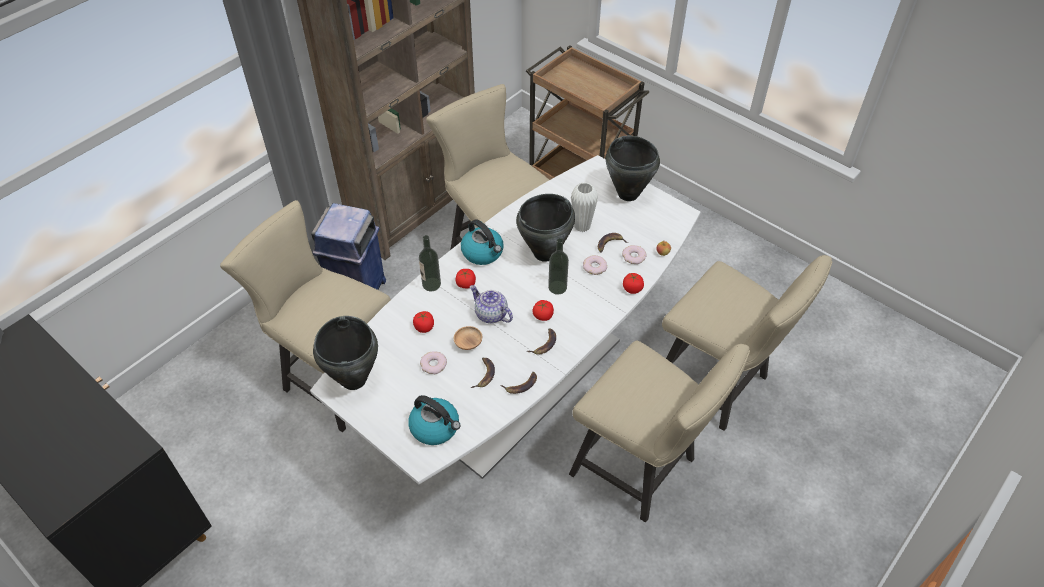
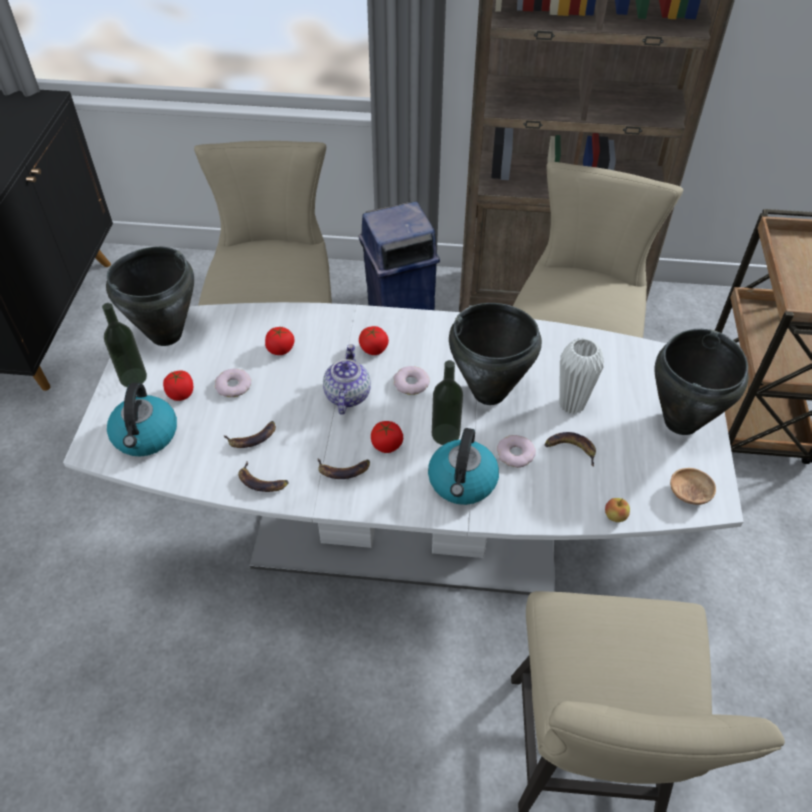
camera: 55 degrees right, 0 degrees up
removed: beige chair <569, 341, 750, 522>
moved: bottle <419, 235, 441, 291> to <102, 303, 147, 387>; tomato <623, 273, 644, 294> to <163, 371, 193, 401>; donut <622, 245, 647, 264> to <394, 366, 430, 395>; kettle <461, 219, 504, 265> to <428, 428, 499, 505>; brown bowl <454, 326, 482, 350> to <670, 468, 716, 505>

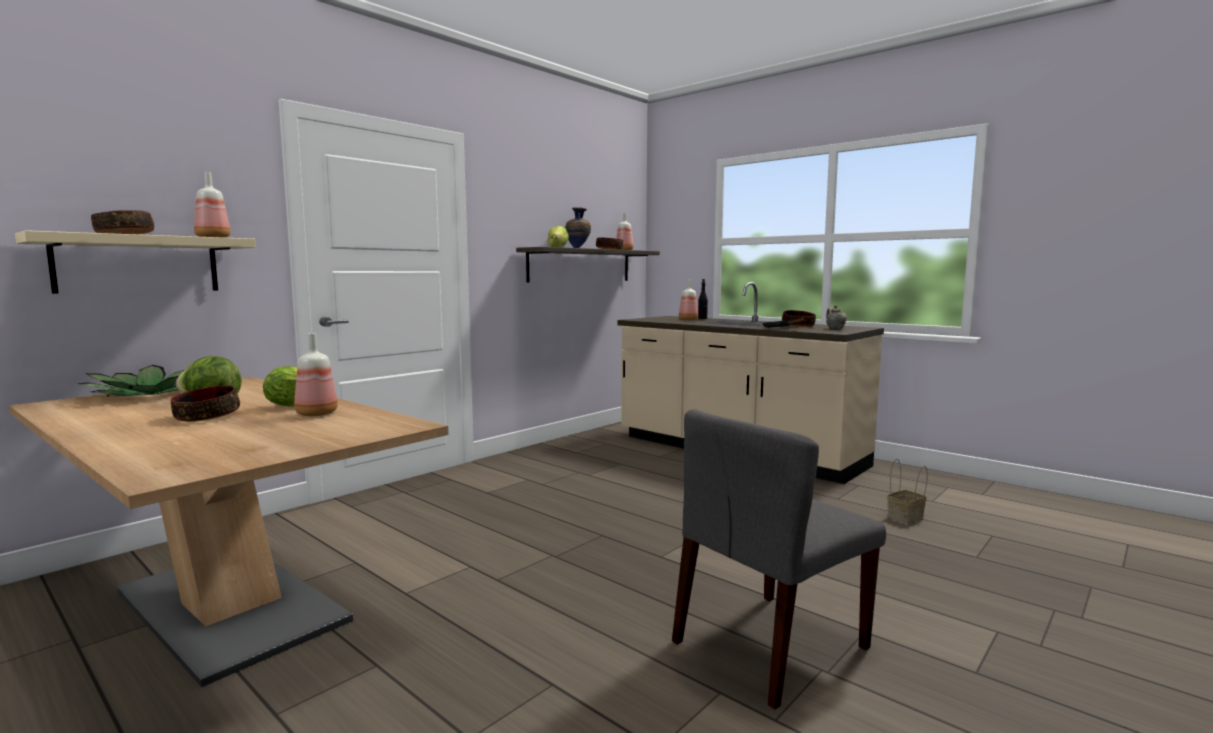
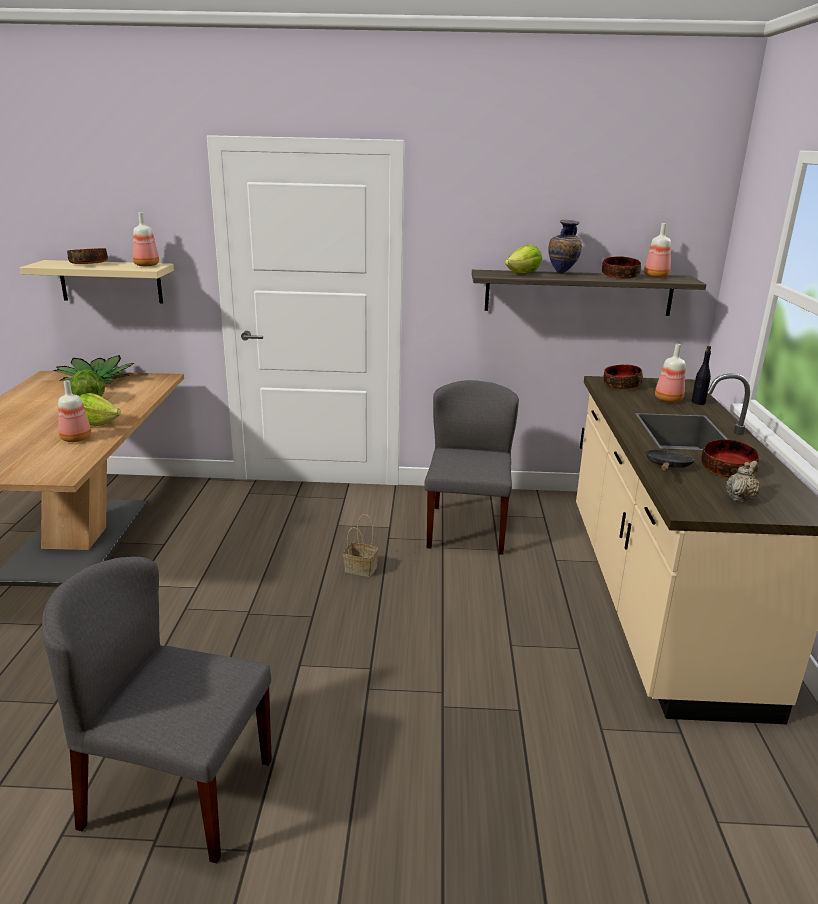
camera: 50 degrees right, 15 degrees up
added: grey chair <424, 380, 519, 555>
moved: basket <887, 459, 928, 524> to <343, 514, 378, 577>; bowl <171, 386, 240, 422> to <603, 365, 643, 389>

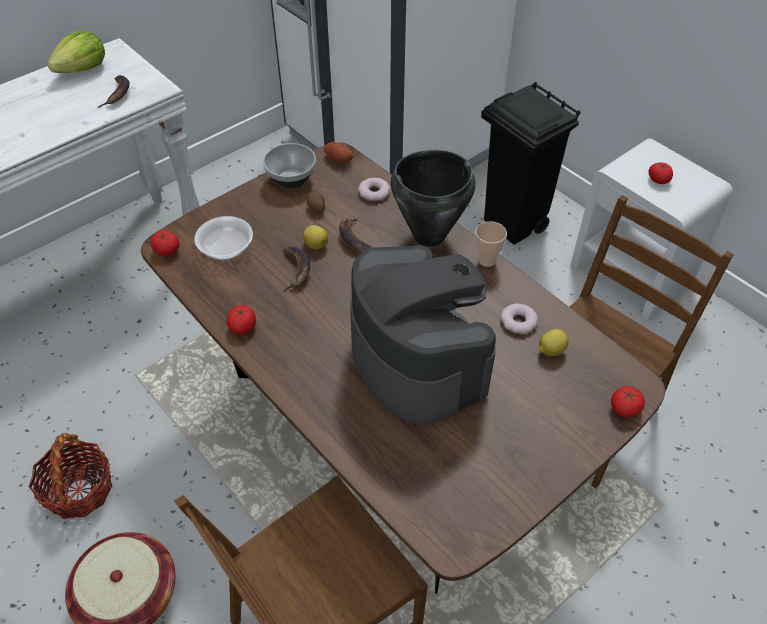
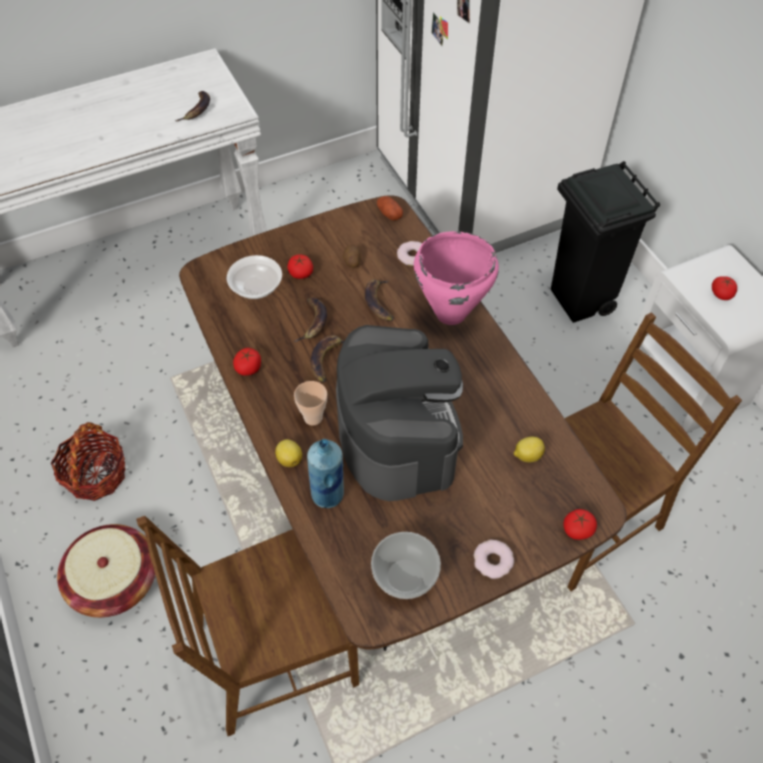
camera: 15 degrees right, 5 degrees up
removed: lettuce <47, 31, 105, 73>
added: blue bottle <307, 439, 344, 508>; banana <311, 335, 344, 383>
moved: lemon <303, 225, 328, 249> to <275, 439, 302, 467>; tomato <151, 230, 179, 256> to <287, 254, 313, 279>; cup <475, 221, 507, 267> to <294, 381, 327, 426>; bowl <263, 143, 316, 189> to <371, 532, 441, 599>; donut <500, 304, 538, 334> to <474, 540, 514, 579>
recoloured: black cooking pot <391, 150, 476, 247> to pink cooking pot <414, 231, 499, 325>

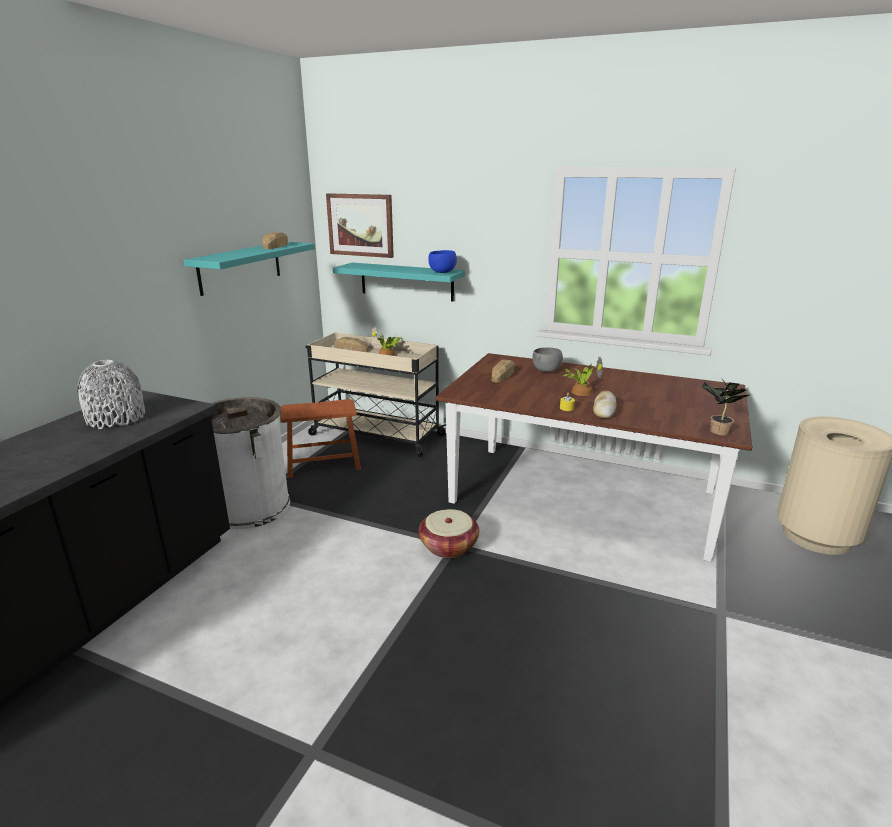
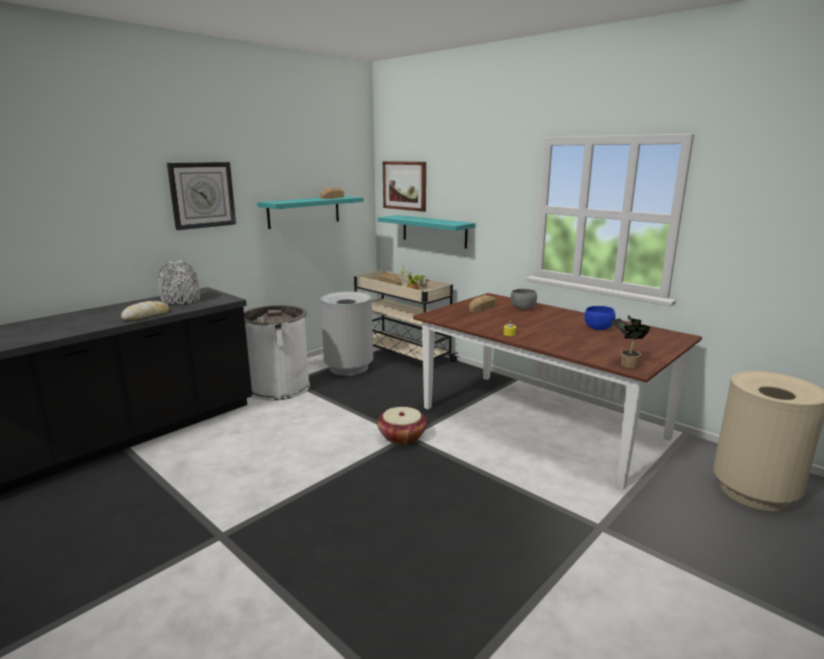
camera: 20 degrees right, 5 degrees down
removed: potted plant <563, 358, 603, 396>
added: wall clock <167, 162, 236, 230>
moved: bread <593, 391, 616, 418> to <121, 301, 169, 321>; blue bowl <428, 250, 457, 273> to <584, 306, 616, 330>
replaced: brown stool <280, 399, 361, 478> to grey trash can <320, 291, 373, 376>

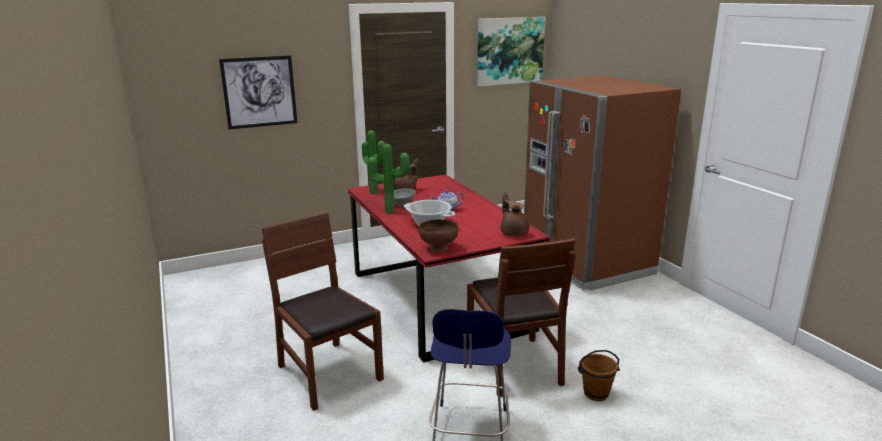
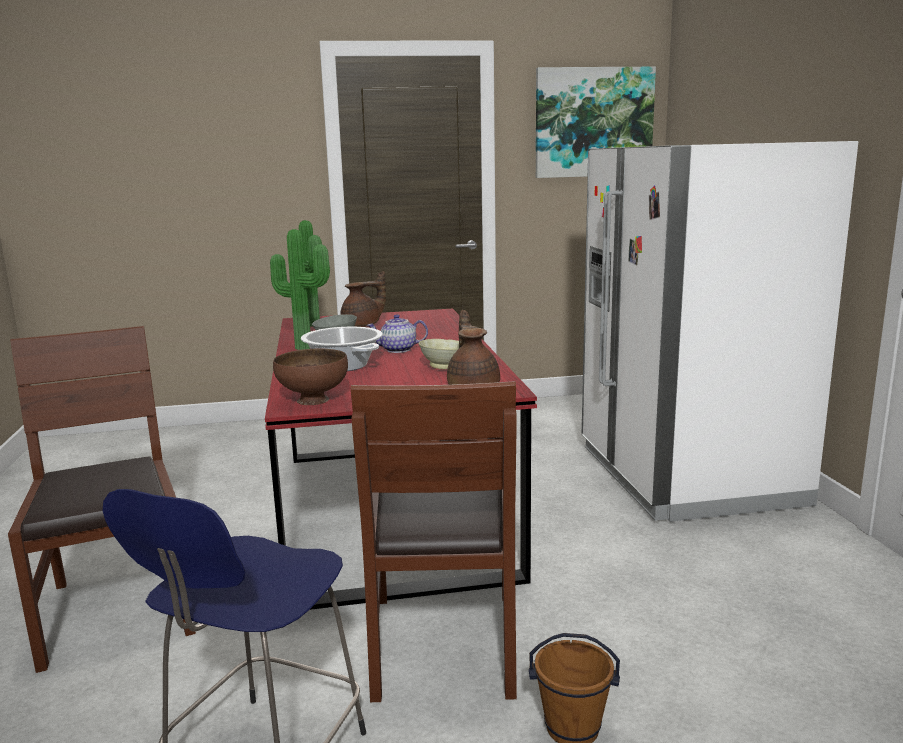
camera: 15 degrees right, 5 degrees down
removed: picture <219, 55, 297, 129>
added: beige bowl <419, 339, 459, 369>
recoloured: brown fridge <524, 75, 681, 291> to white fridge <582, 141, 858, 522>

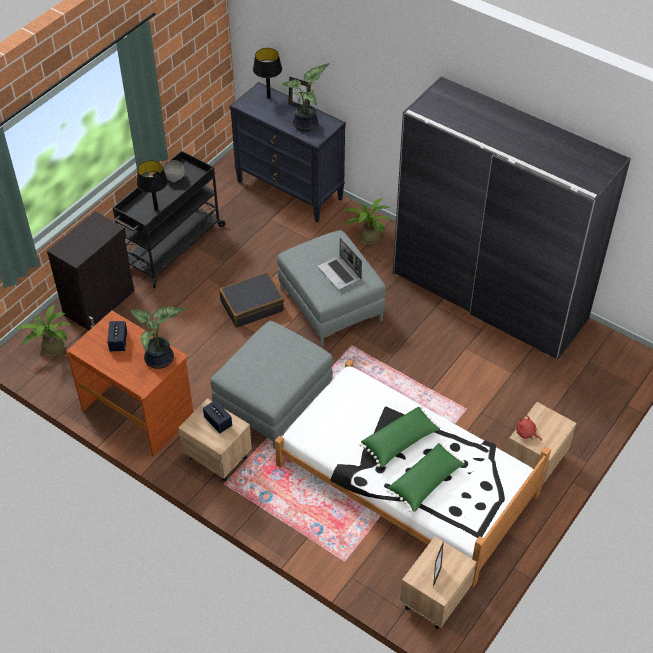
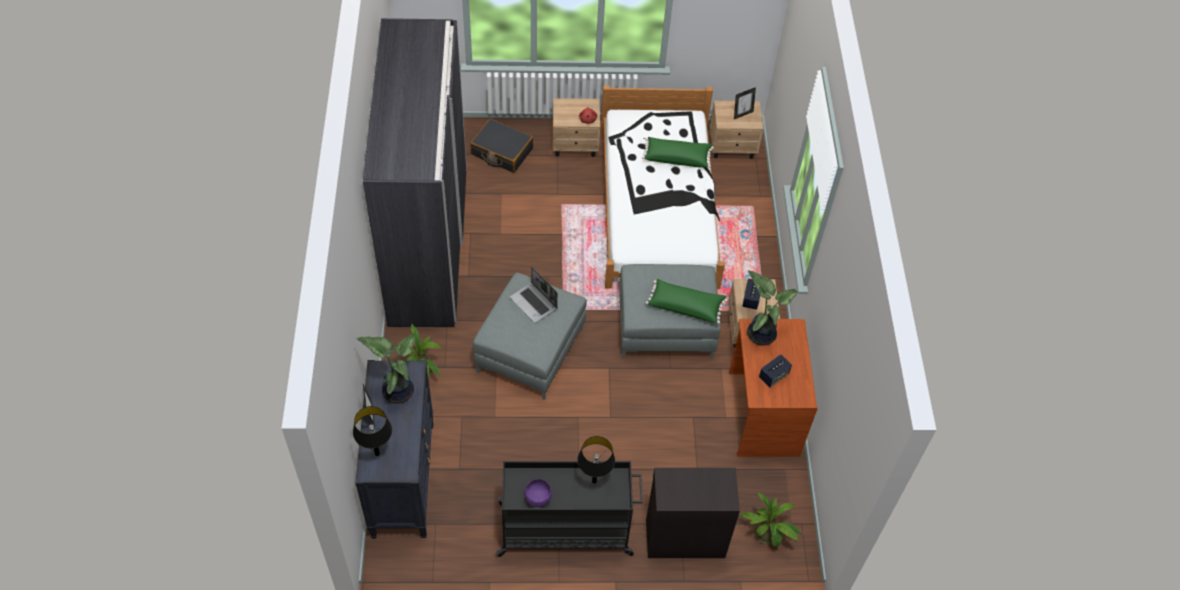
camera: 130 degrees left, 5 degrees up
moved: black suitcase <220, 272, 284, 328> to <470, 118, 533, 173>; green pillow <359, 406, 441, 467> to <646, 279, 728, 324>
recoloured: grey bowl <163, 160, 185, 182> to purple bowl <524, 479, 552, 507>
turned: laptop <318, 238, 362, 290> = <510, 267, 558, 323> 120 degrees clockwise

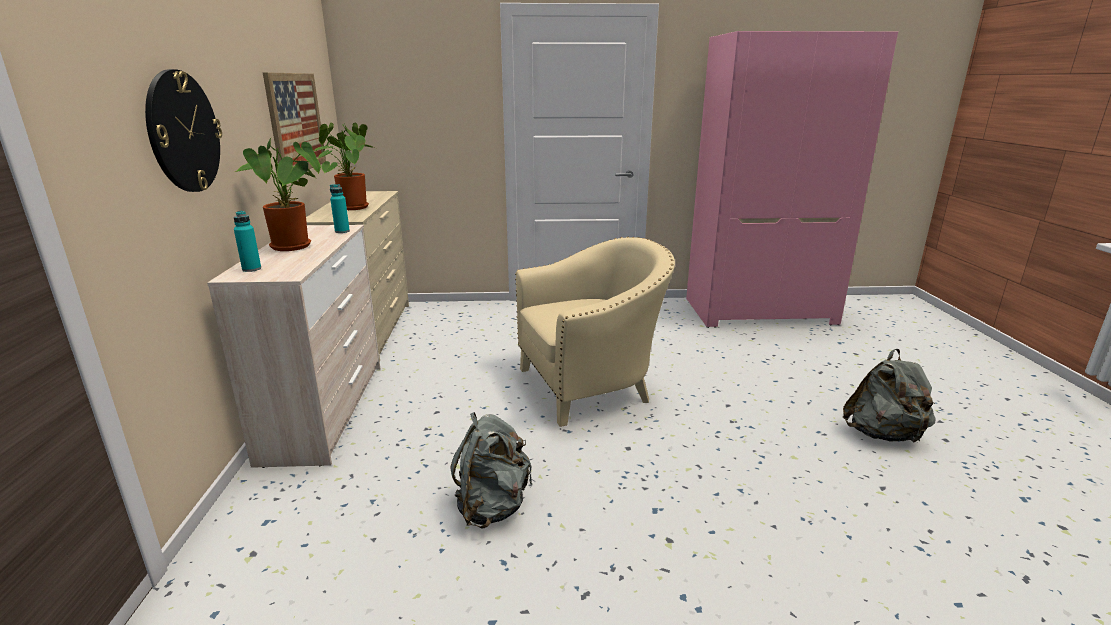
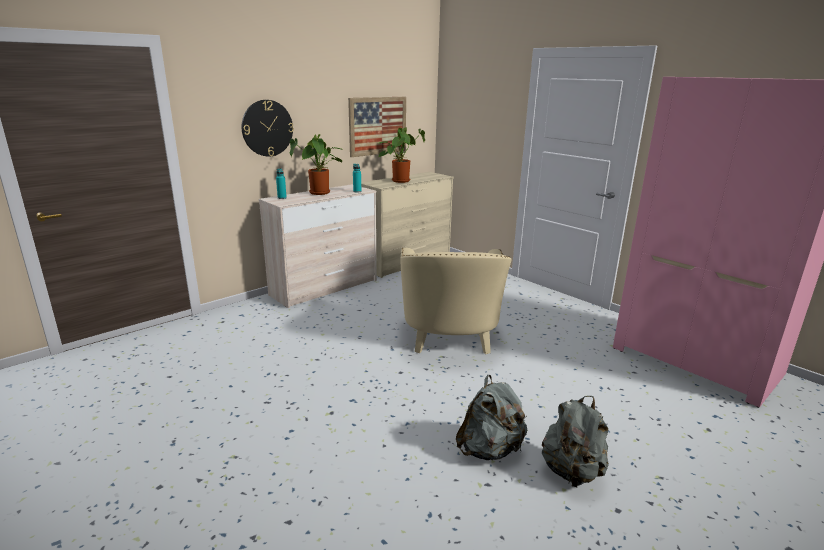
camera: 50 degrees right, 0 degrees up
moved: grey backpack <450, 412, 532, 529> to <456, 375, 527, 460>
turned: beige armchair <515, 237, 675, 427> = <401, 248, 512, 354> 60 degrees clockwise

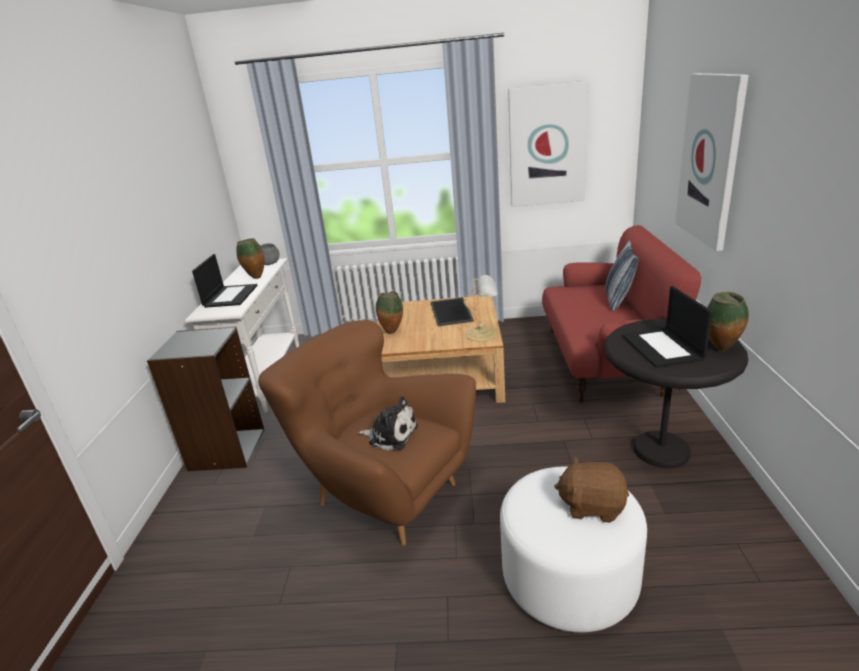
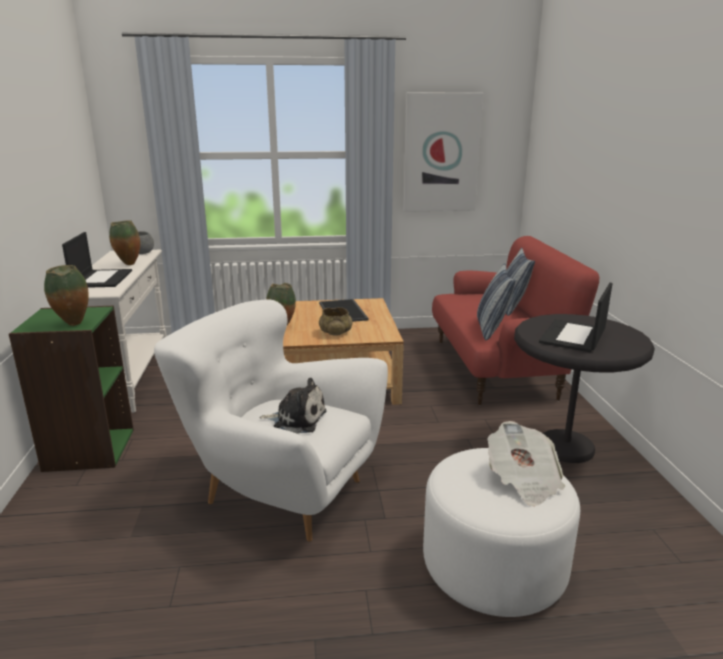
camera: 10 degrees left, 5 degrees down
removed: table lamp <464, 275, 498, 342>; picture <675, 73, 749, 251>
added: beige bowl <319, 307, 352, 336>; pillow <477, 263, 516, 341>
moved: vase <707, 292, 749, 351> to <44, 265, 89, 326>
replaced: brown plush toy <554, 457, 629, 523> to newspaper <487, 421, 565, 507>
recoloured: grey bookcase <147, 326, 264, 471> to green bookcase <9, 306, 134, 472>; brown armchair <258, 320, 476, 546> to white armchair <154, 300, 388, 542>
turned: laptop <622, 286, 713, 368> = <539, 283, 613, 352> 45 degrees clockwise

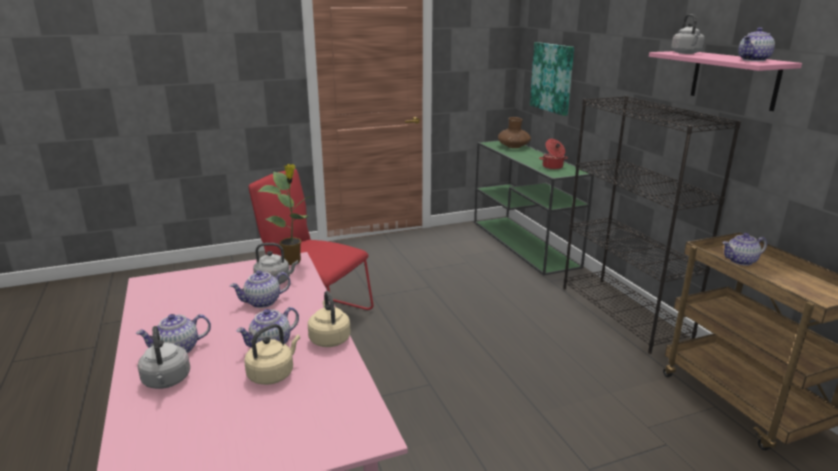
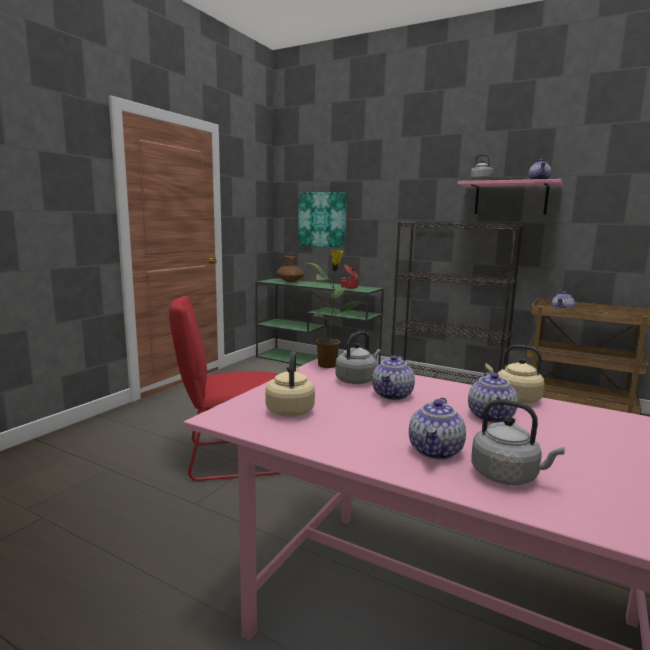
camera: 40 degrees left, 10 degrees down
moved: beige kettle <244, 324, 300, 385> to <265, 351, 315, 417>

